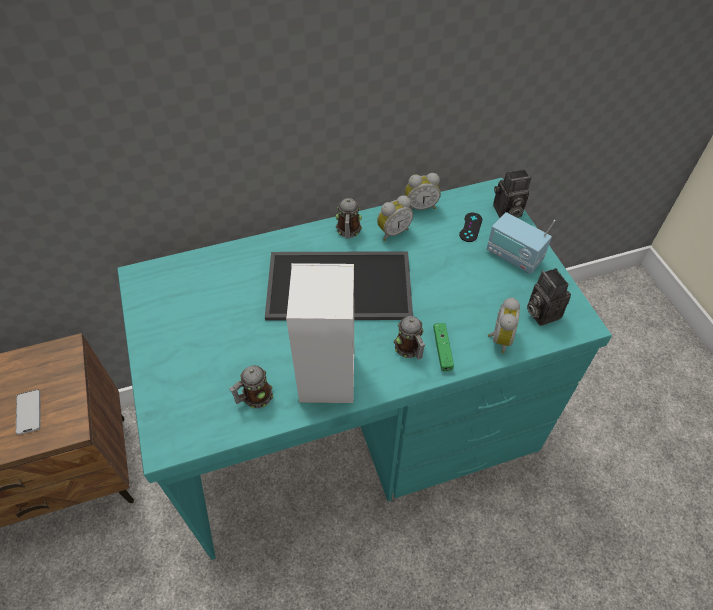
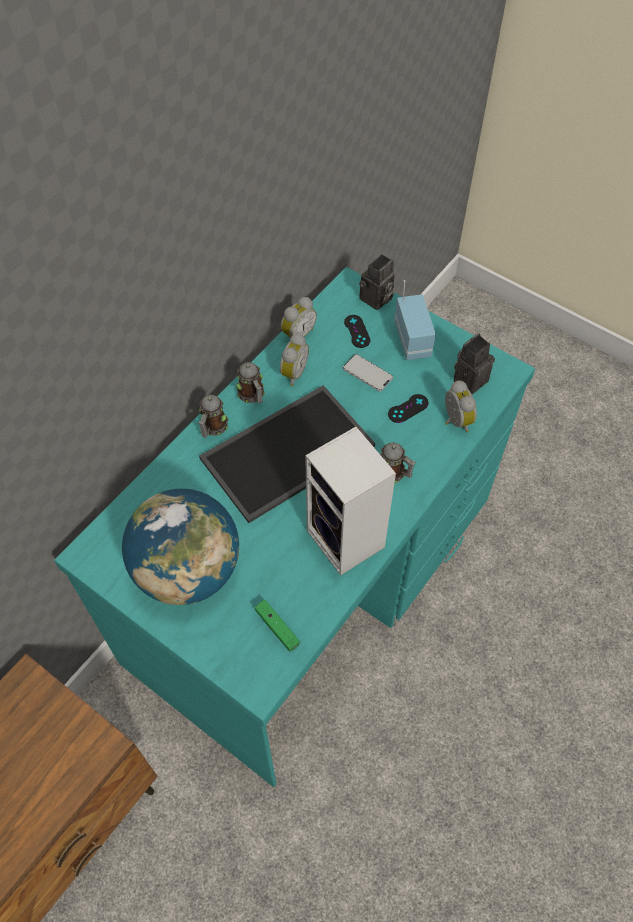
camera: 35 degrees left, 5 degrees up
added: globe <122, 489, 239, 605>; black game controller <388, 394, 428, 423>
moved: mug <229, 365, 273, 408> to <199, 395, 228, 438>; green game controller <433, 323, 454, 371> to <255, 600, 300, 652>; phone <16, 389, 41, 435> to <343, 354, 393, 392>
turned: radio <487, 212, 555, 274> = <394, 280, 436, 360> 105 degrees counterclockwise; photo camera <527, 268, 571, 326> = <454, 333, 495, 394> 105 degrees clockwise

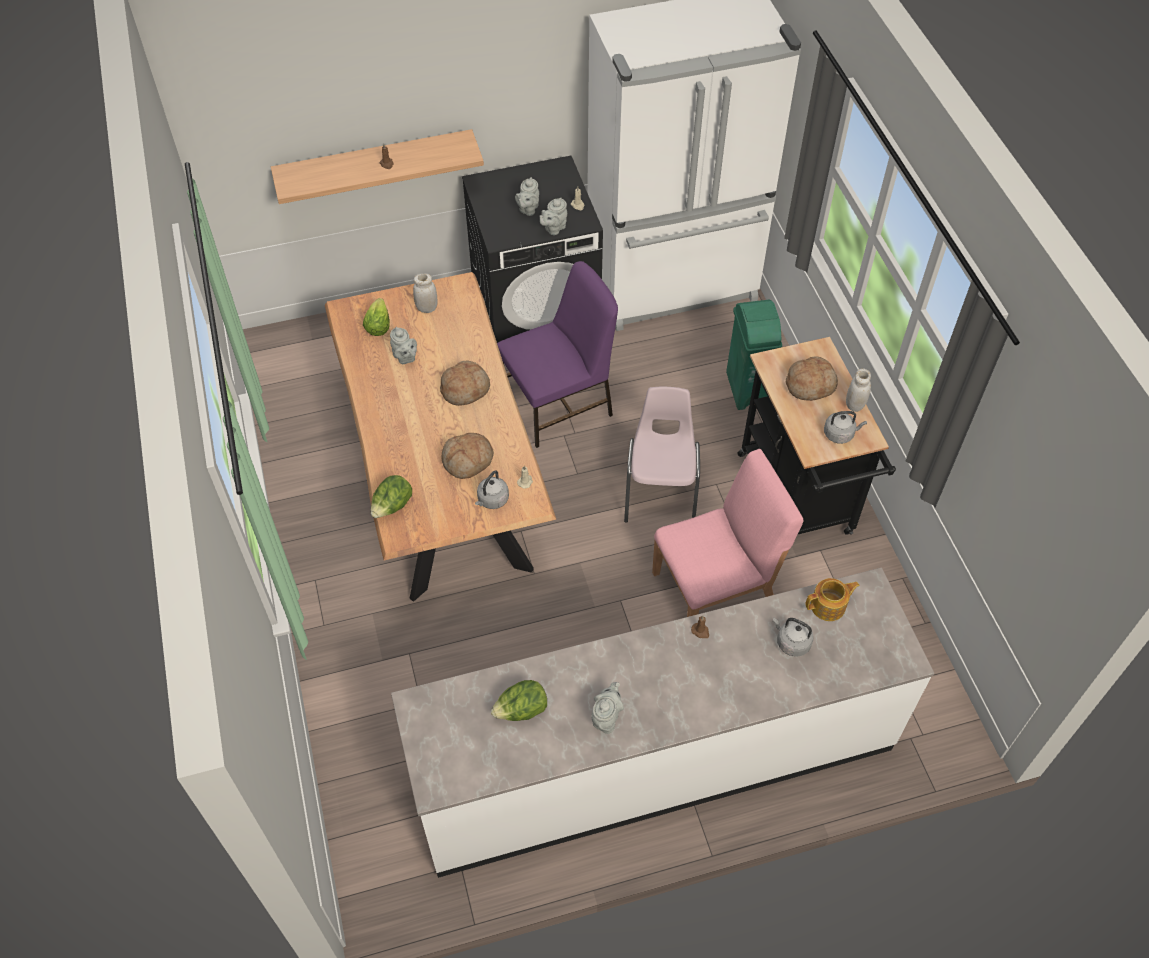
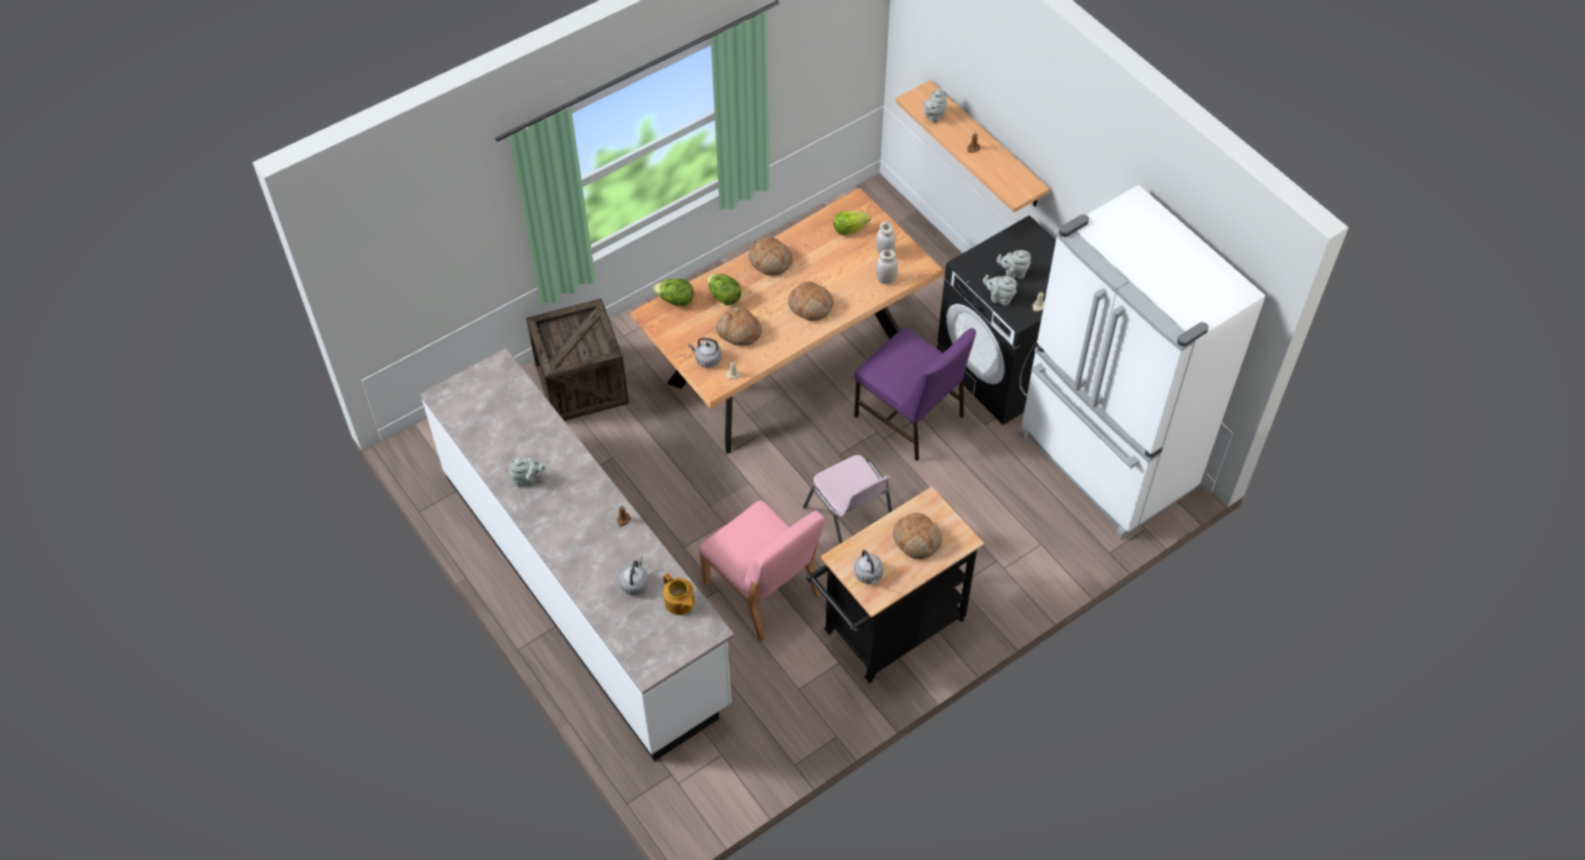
camera: 70 degrees right, 0 degrees up
removed: green trash can <726, 300, 782, 410>
added: crate <526, 298, 629, 421>; bread <749, 237, 793, 276>
moved: lettuce <491, 680, 547, 721> to <707, 274, 742, 305>; white jar <846, 369, 871, 412> to <876, 250, 898, 284>; grey teapot <390, 327, 417, 364> to <923, 89, 947, 123>
turned: pink chair <624, 387, 700, 523> = <803, 455, 892, 544> 75 degrees clockwise

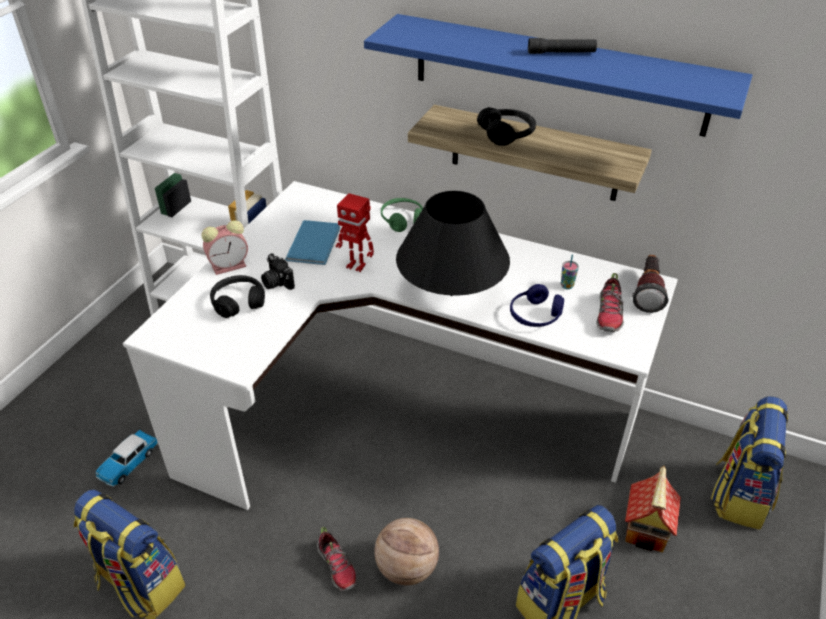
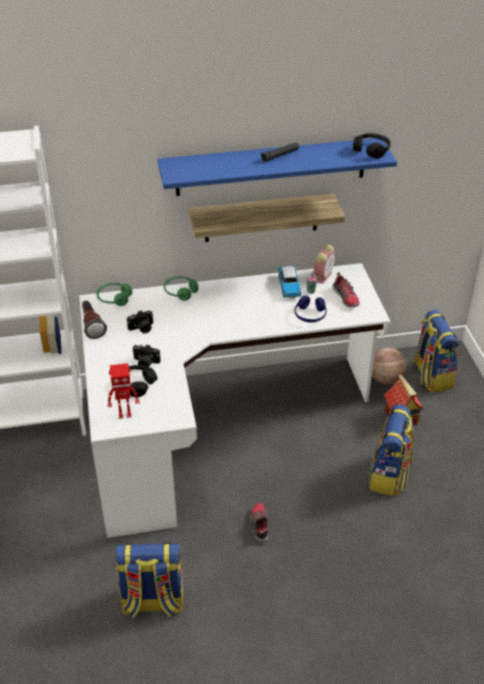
camera: 35 degrees left, 0 degrees up
removed: black table lamp <396, 191, 510, 296>
added: green headphones <96, 283, 132, 306>
moved: flashlight <632, 255, 669, 313> to <82, 301, 107, 339>; toy robot <336, 193, 374, 272> to <108, 363, 140, 419>; toy car <95, 430, 158, 487> to <278, 265, 301, 298>; alarm clock <202, 220, 248, 275> to <314, 245, 335, 284>; black headphones <477, 107, 536, 146> to <353, 133, 391, 159>; basketball <375, 518, 439, 585> to <372, 347, 406, 384>
replaced: blue book <285, 220, 340, 265> to photo camera <127, 310, 153, 333>
turned: shoe <317, 527, 357, 592> = <250, 503, 269, 542> 120 degrees counterclockwise

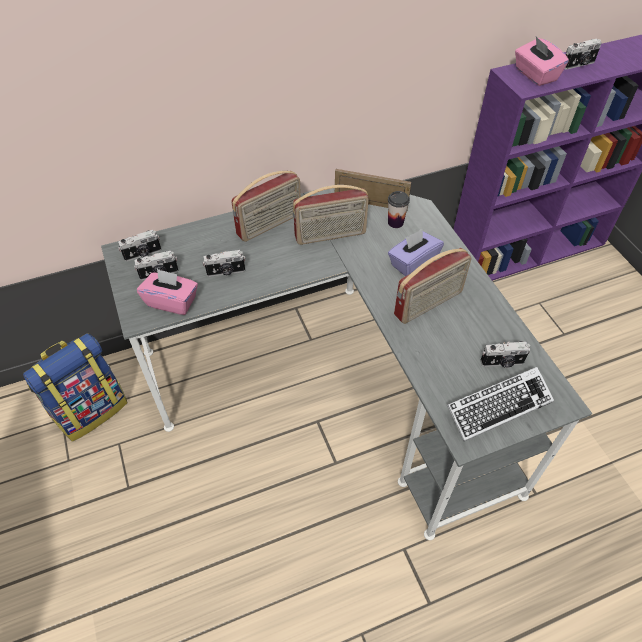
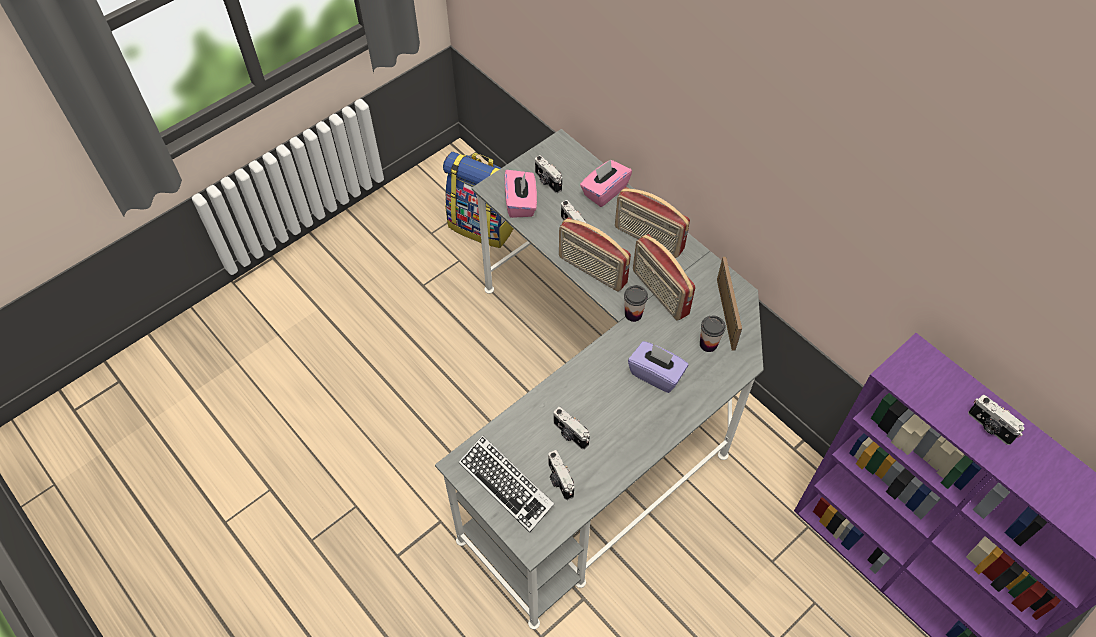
camera: 70 degrees right, 5 degrees up
added: cup <624, 285, 648, 322>
moved: photo camera <118, 230, 161, 261> to <554, 407, 590, 449>; radio <394, 248, 472, 324> to <559, 218, 631, 292>; pink tissue box <515, 37, 569, 86> to <580, 159, 632, 207>

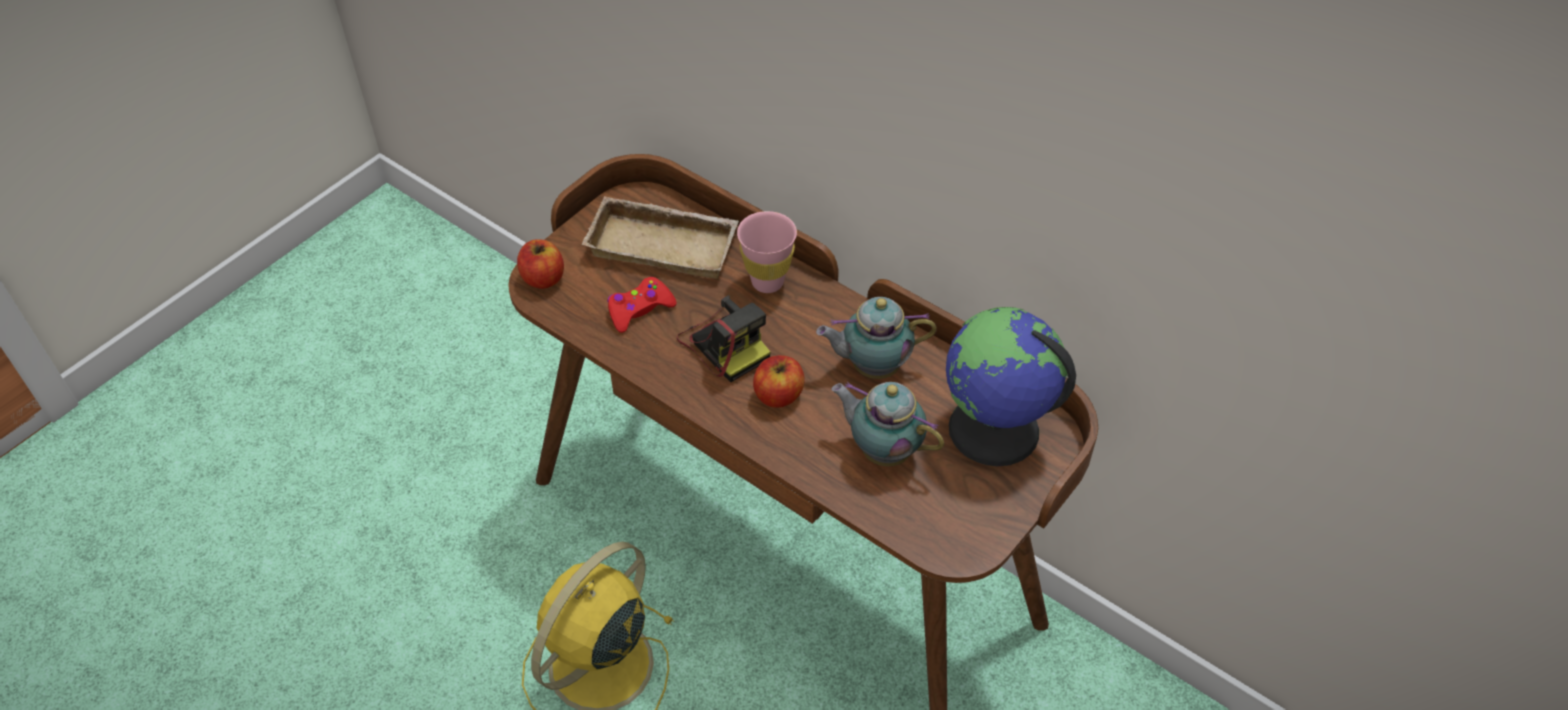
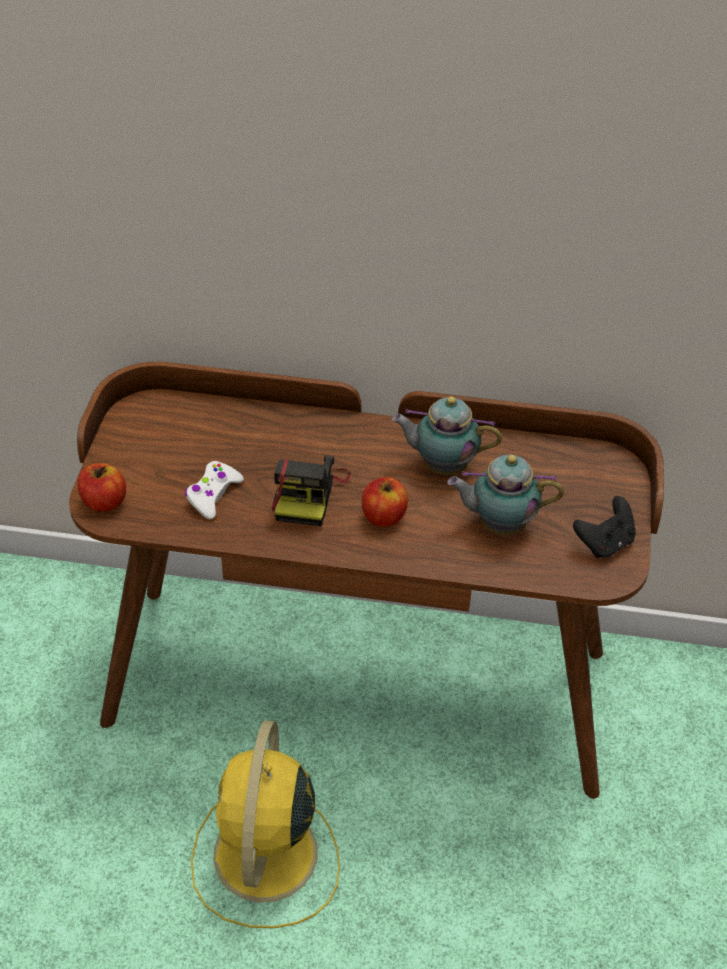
camera: 30 degrees left, 5 degrees down
removed: beige tray <582, 196, 739, 279>; pink cup <737, 211, 797, 293>; globe <946, 307, 1076, 467>
added: black game controller <573, 496, 636, 558>
recoloured: red game controller <607, 277, 677, 333> to white game controller <185, 461, 244, 520>
turned: photo camera <677, 295, 771, 382> = <271, 455, 351, 526> 75 degrees clockwise; teapot <816, 297, 937, 379> = <392, 396, 502, 475> 45 degrees clockwise

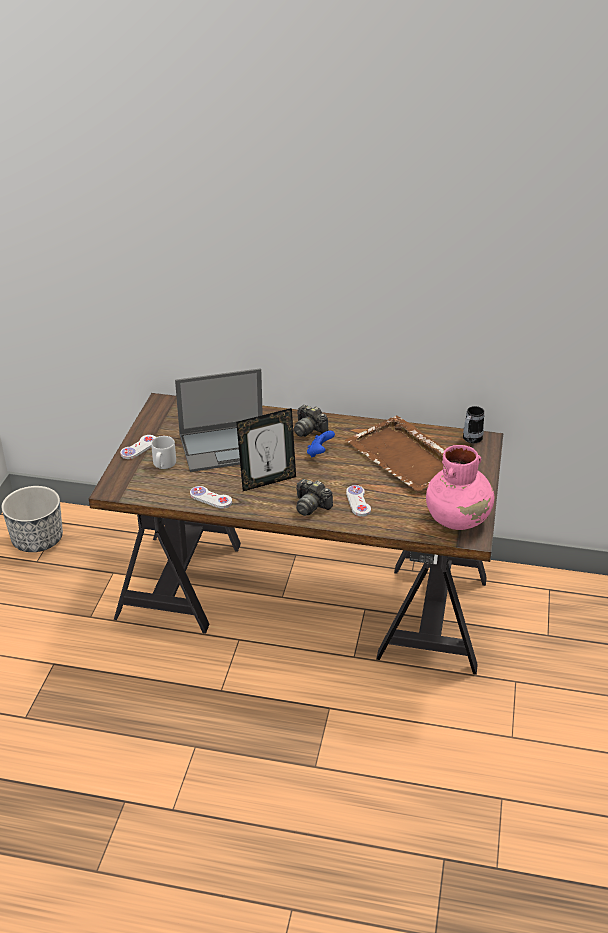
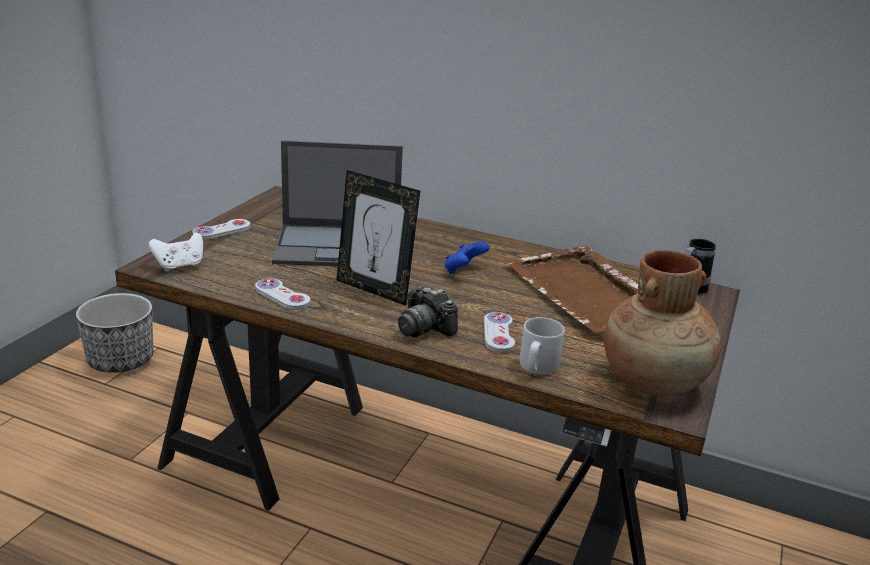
camera: 10 degrees right, 10 degrees down
removed: photo camera <294, 405, 329, 437>
added: white game controller <149, 232, 203, 272>
moved: grey mug <151, 436, 176, 469> to <519, 317, 565, 375>
recoloured: pink vase <426, 445, 494, 530> to brown vase <604, 250, 721, 396>
turned: picture frame <236, 408, 296, 491> = <336, 170, 420, 306> 45 degrees clockwise

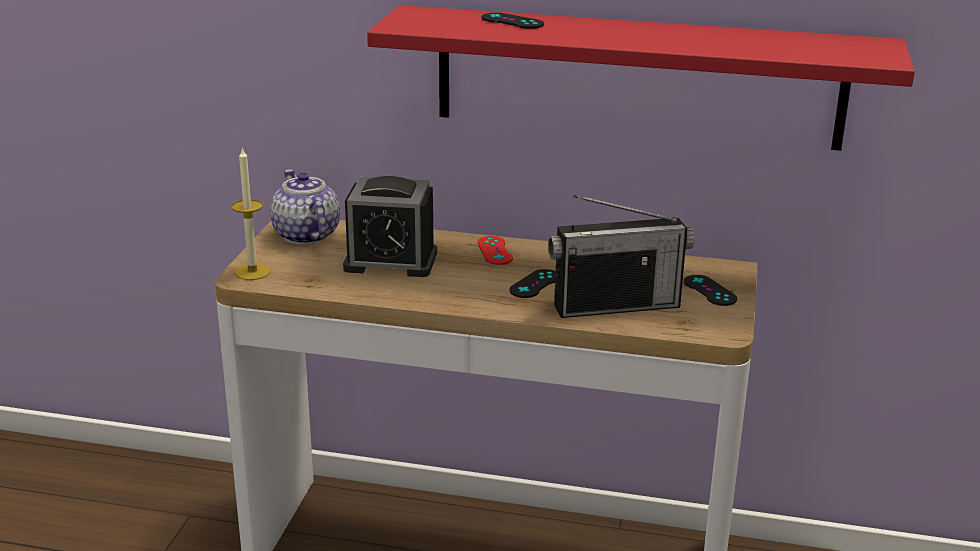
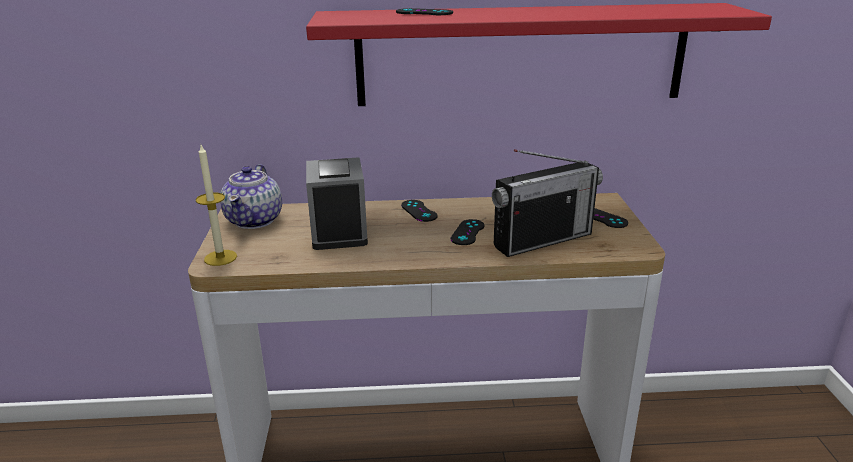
camera: 15 degrees left, 0 degrees up
recoloured: red game controller <478, 236, 513, 265> to black game controller <401, 200, 438, 222>
turned: teapot <270, 169, 340, 245> = <220, 164, 282, 229> 135 degrees counterclockwise; alarm clock <343, 176, 437, 277> = <306, 157, 368, 250> 90 degrees clockwise

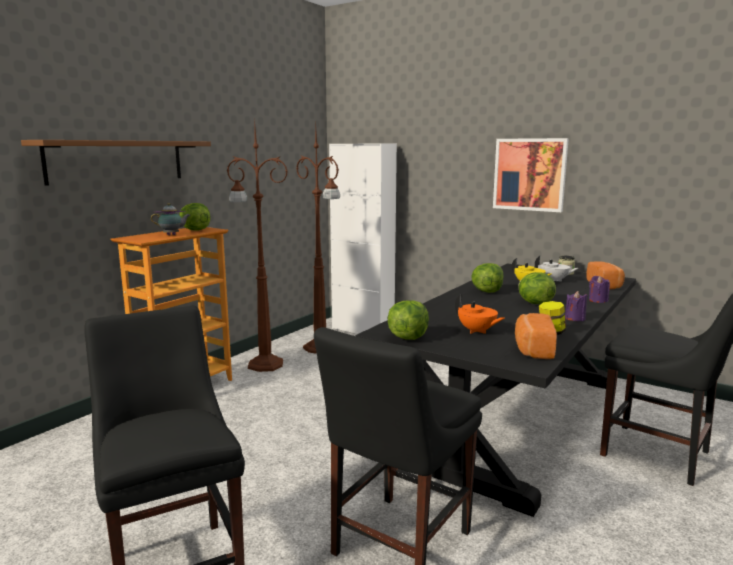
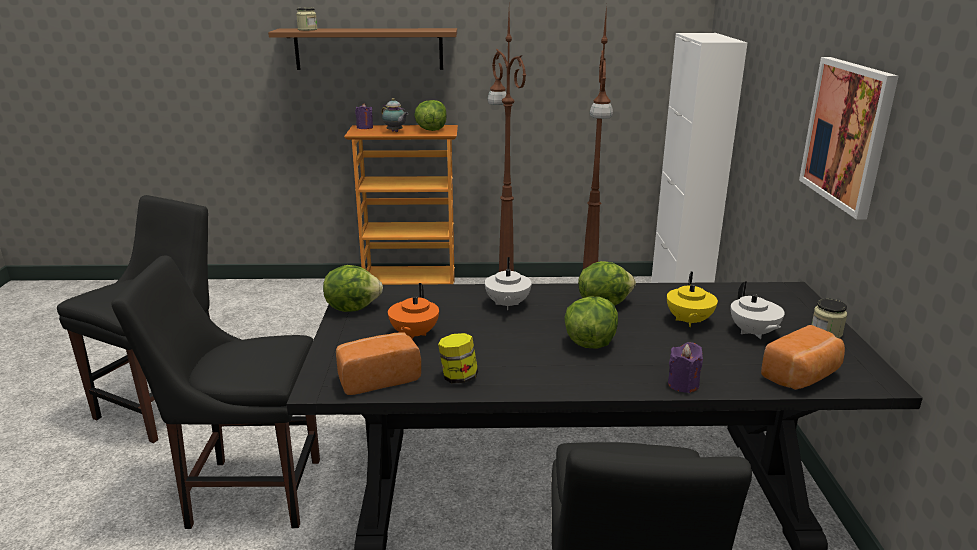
camera: 55 degrees right, 10 degrees up
added: jar <296, 8, 317, 31>; white teapot <485, 257, 532, 310>
moved: purple candle <565, 291, 588, 321> to <355, 103, 373, 129>

